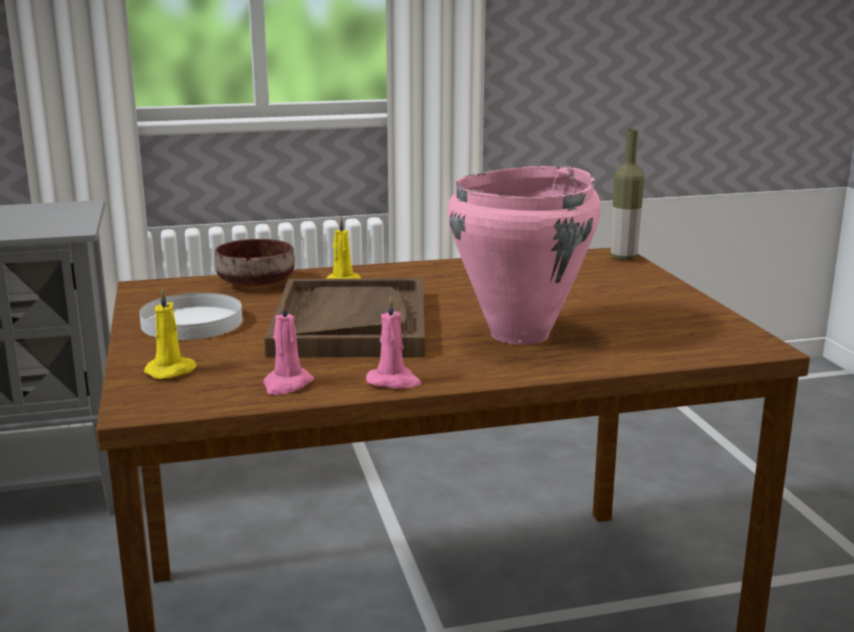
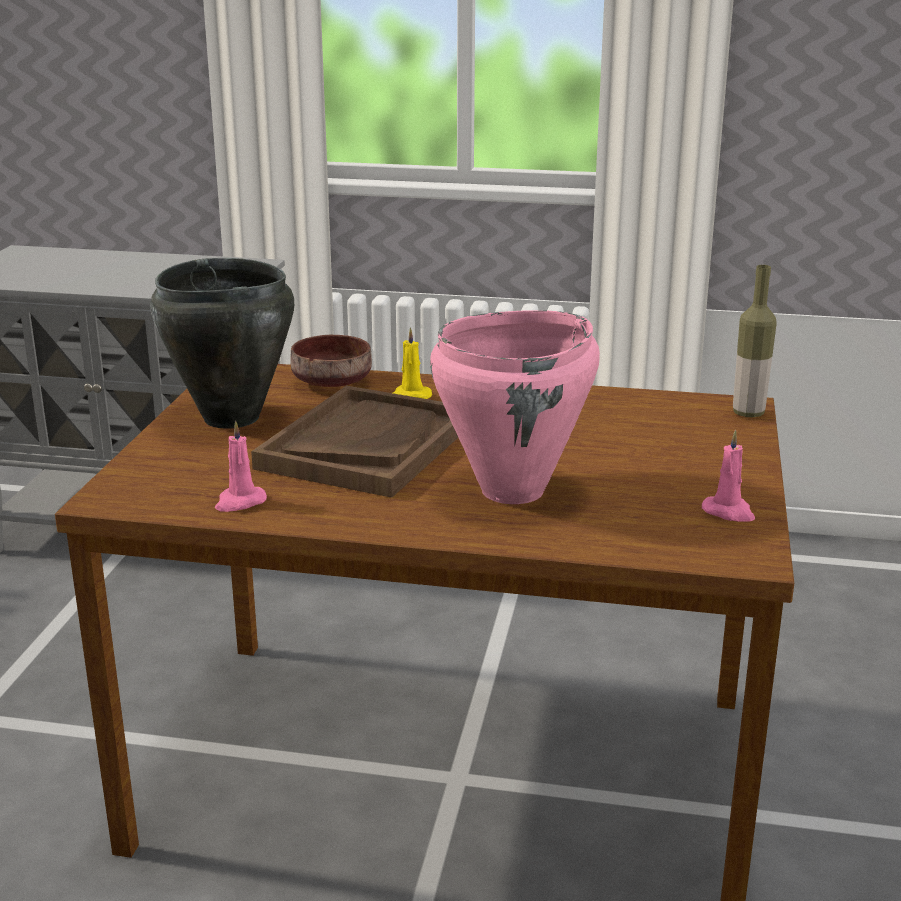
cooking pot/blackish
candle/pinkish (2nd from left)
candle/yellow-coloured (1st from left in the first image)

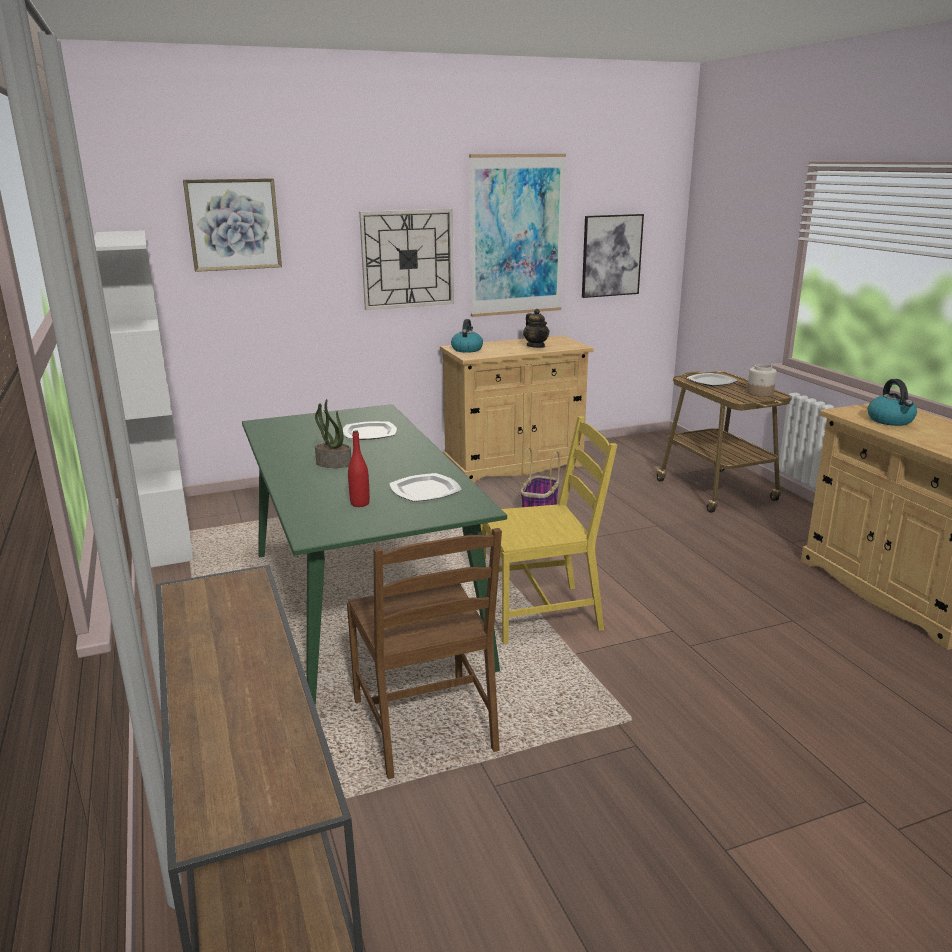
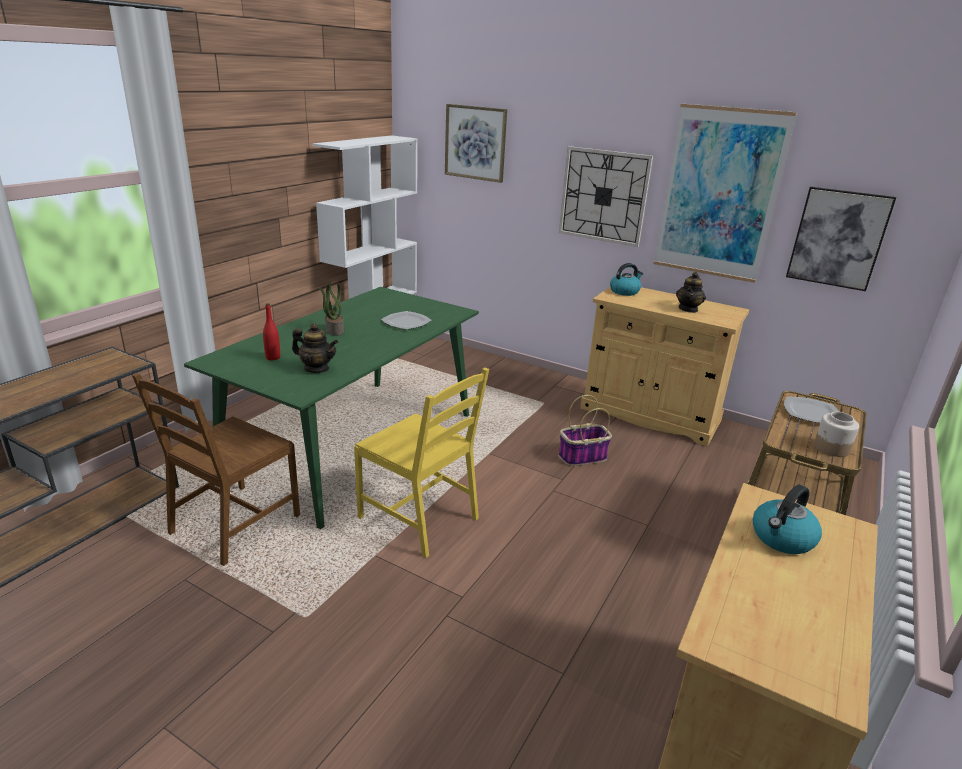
teapot (1st from left)

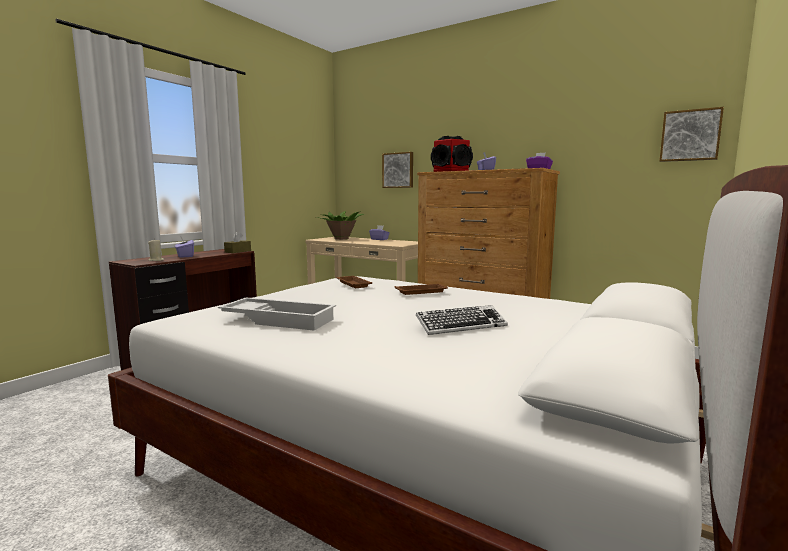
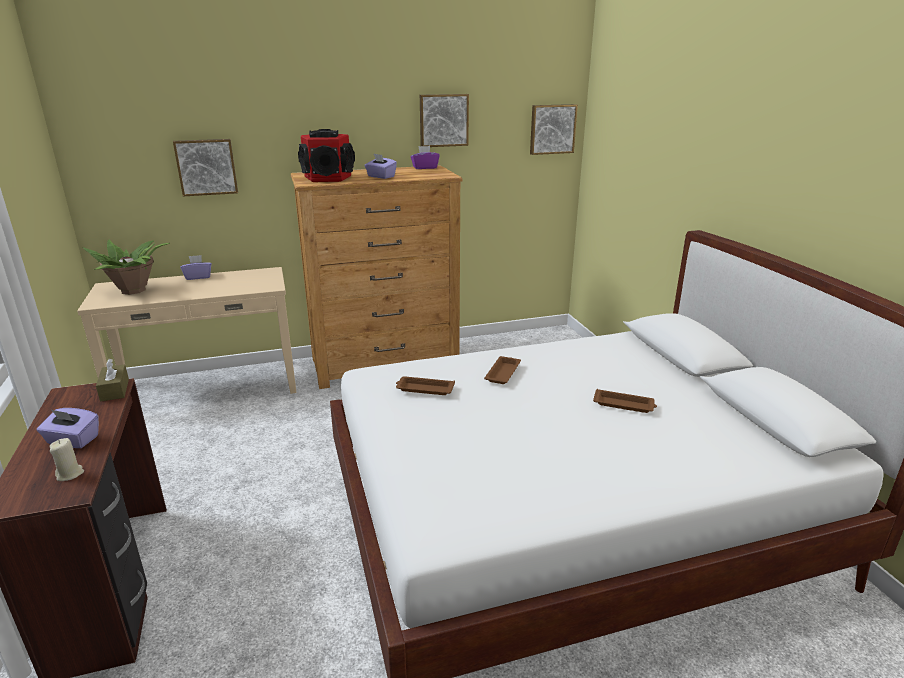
wall art (2nd from left)
serving tray/brownish (3rd from left)
serving tray/white

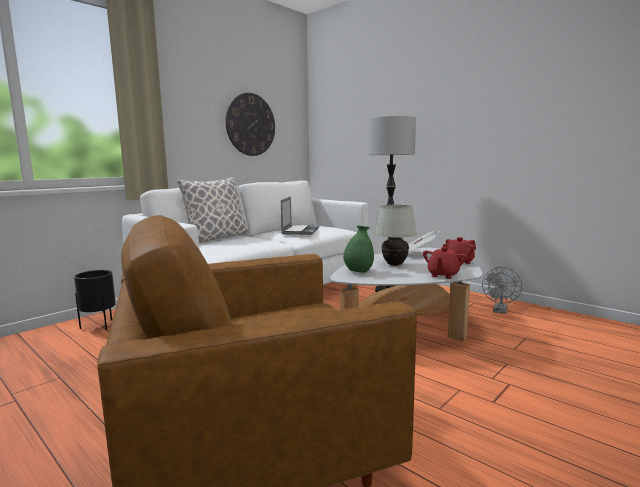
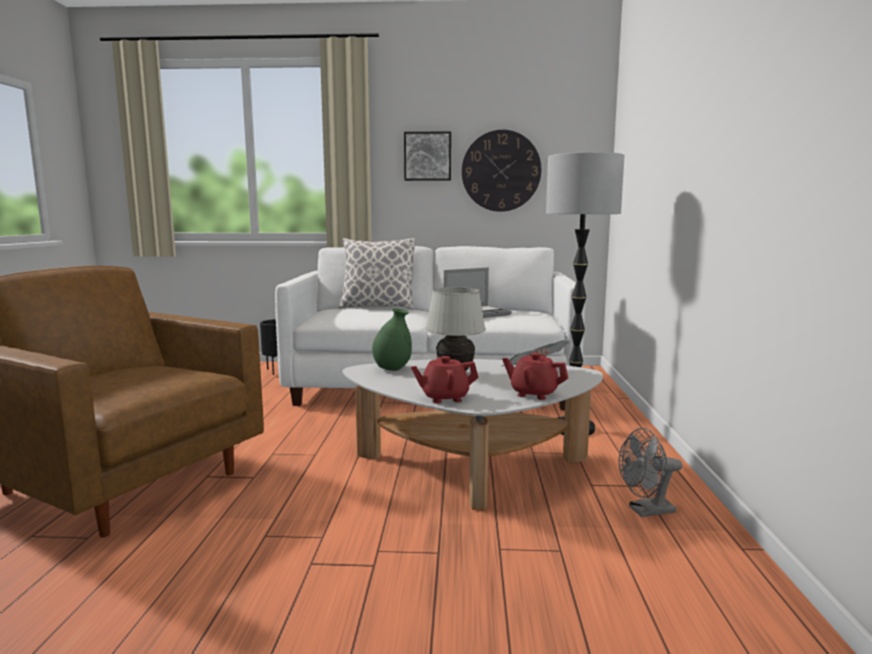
wall art

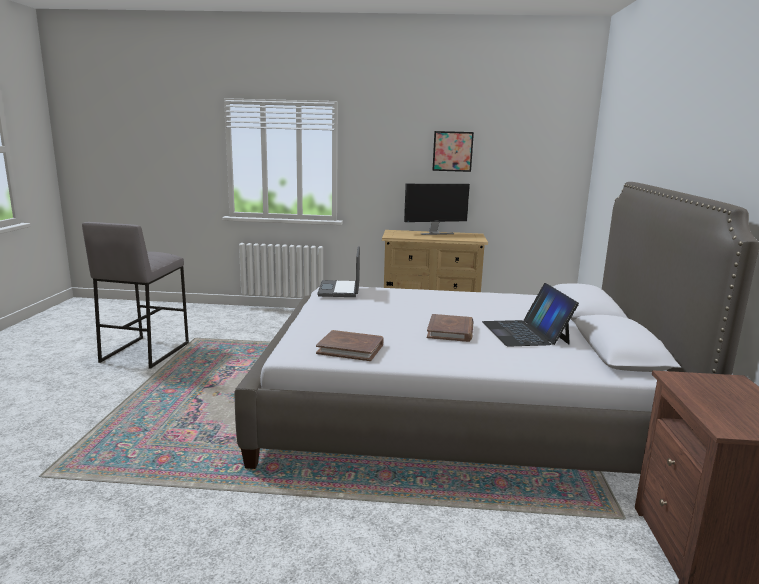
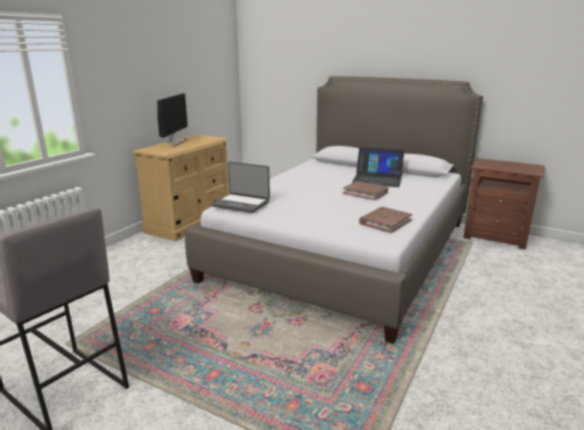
wall art

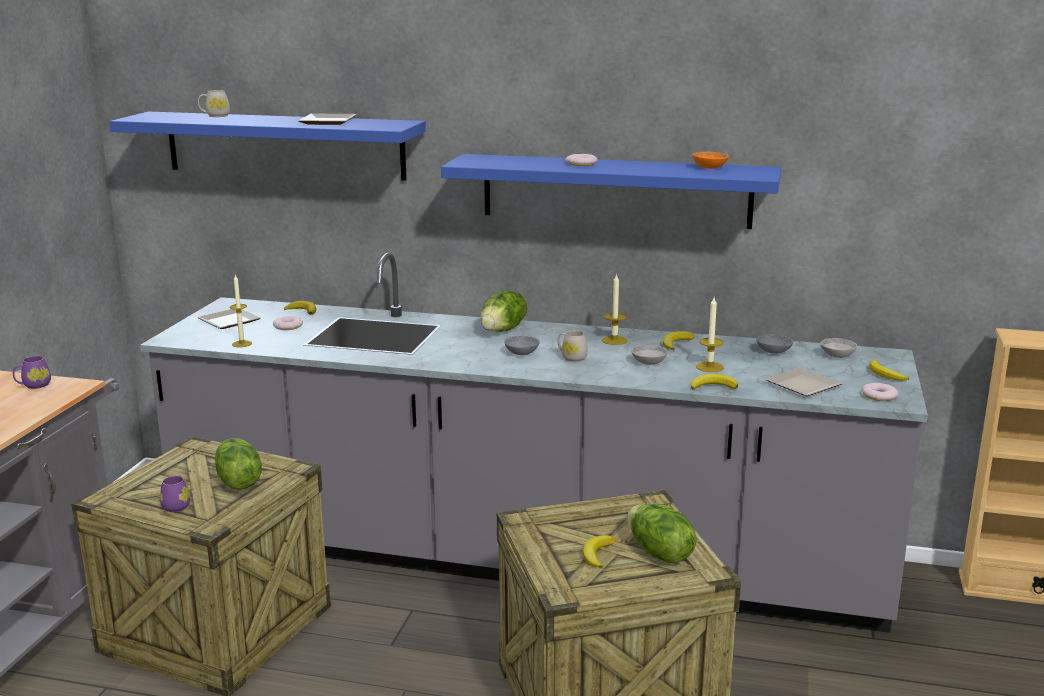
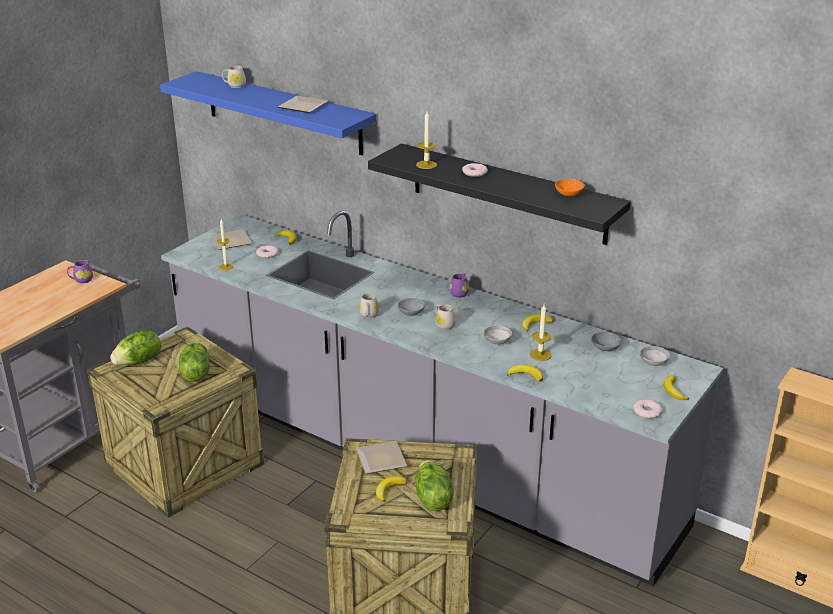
lettuce head (1st from left)
dinner plate (3rd from left)
coffee mug/white (2nd from left)
wall shelf/blackish
candle (2nd from left)
coffee mug/purplish (2nd from left)

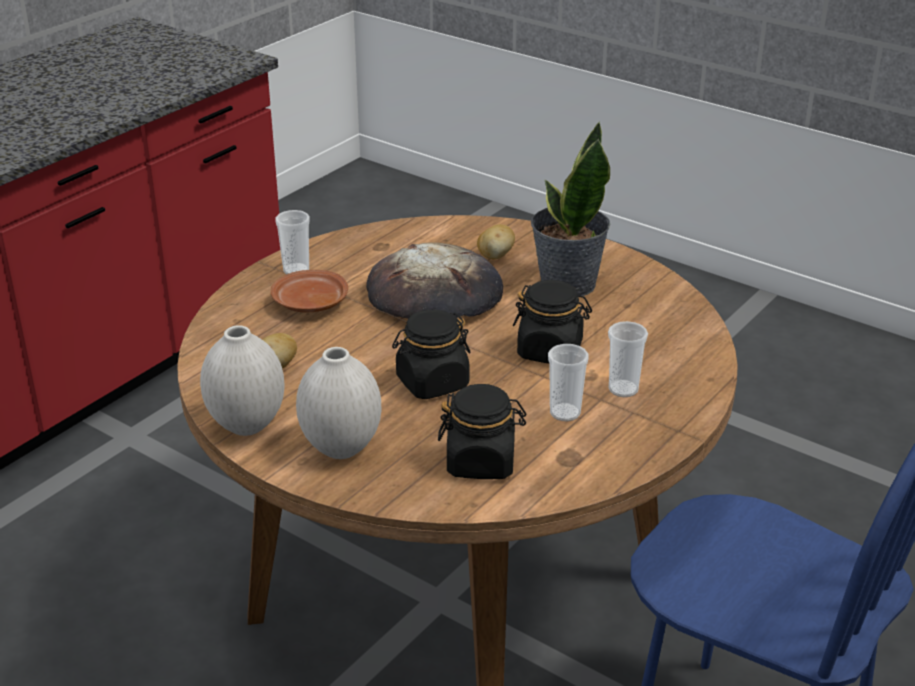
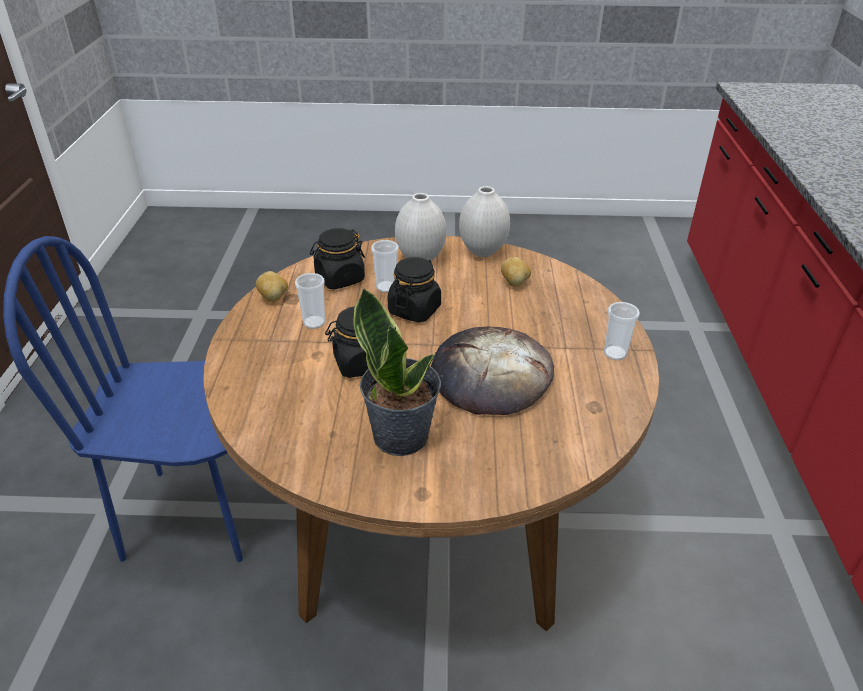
potato (1st from left)
small cup (2nd from left)
dinner plate/brownish

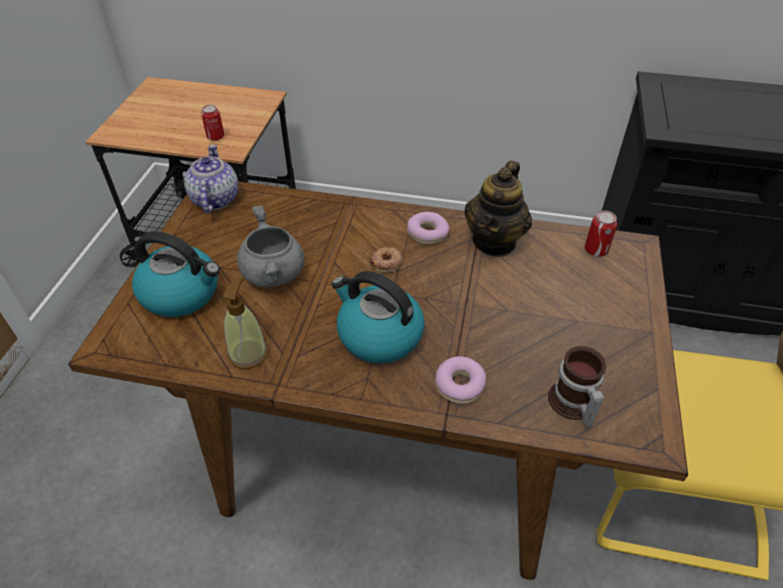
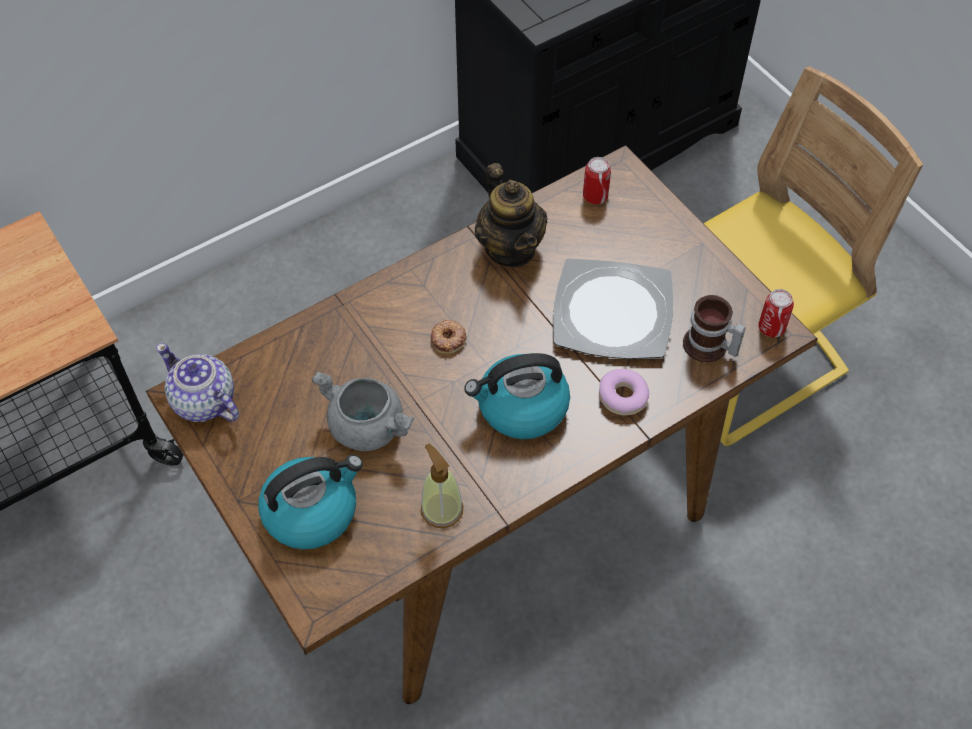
dinner plate
can (2nd from left)
donut (2nd from left in the first image)

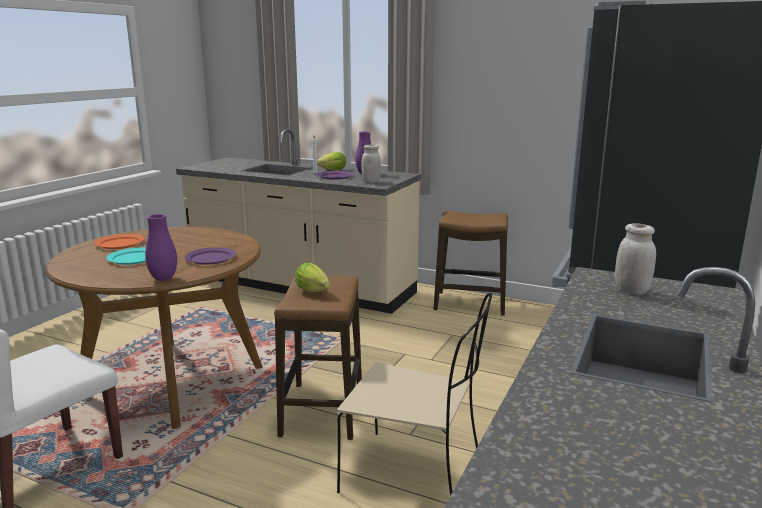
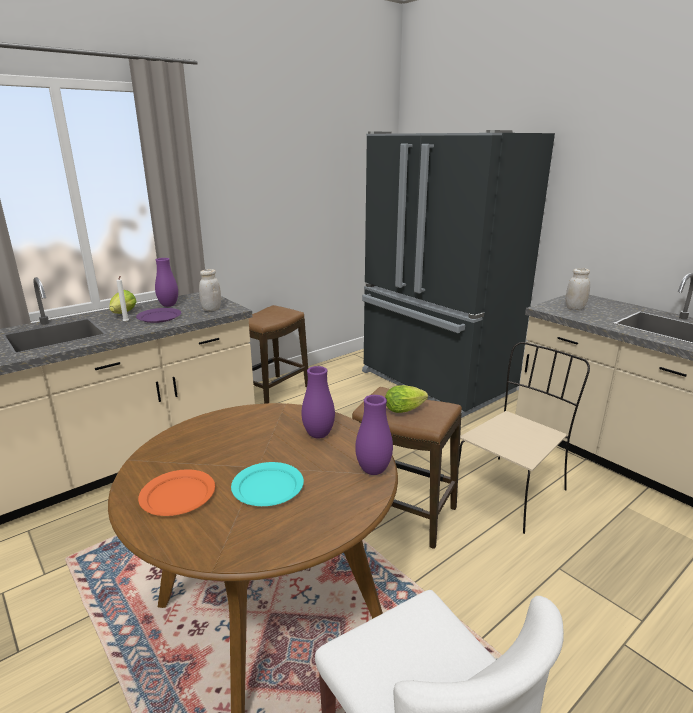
vase/purplish (2nd from left)

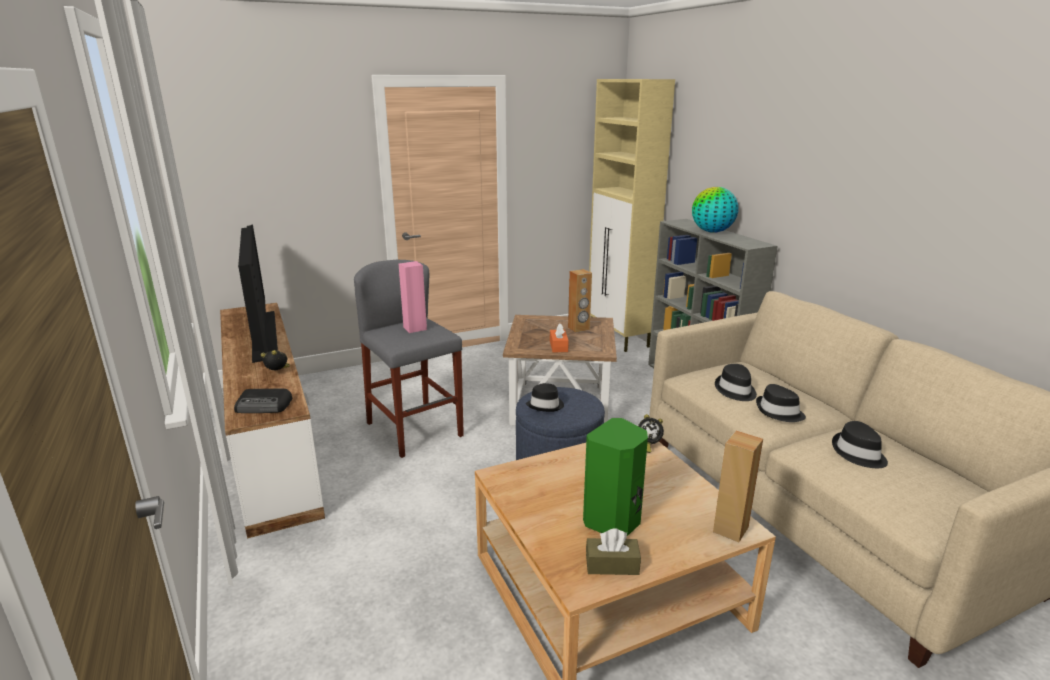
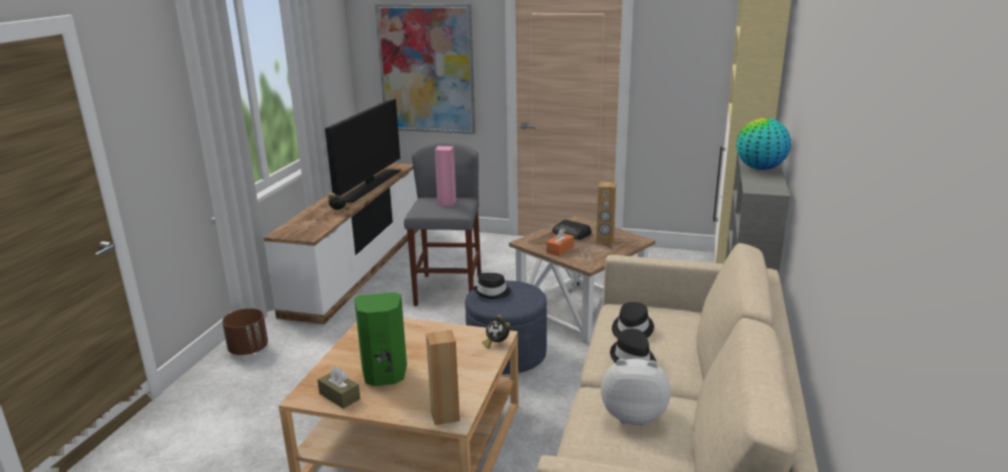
planter/brownish
wall art
radio set
plush toy

